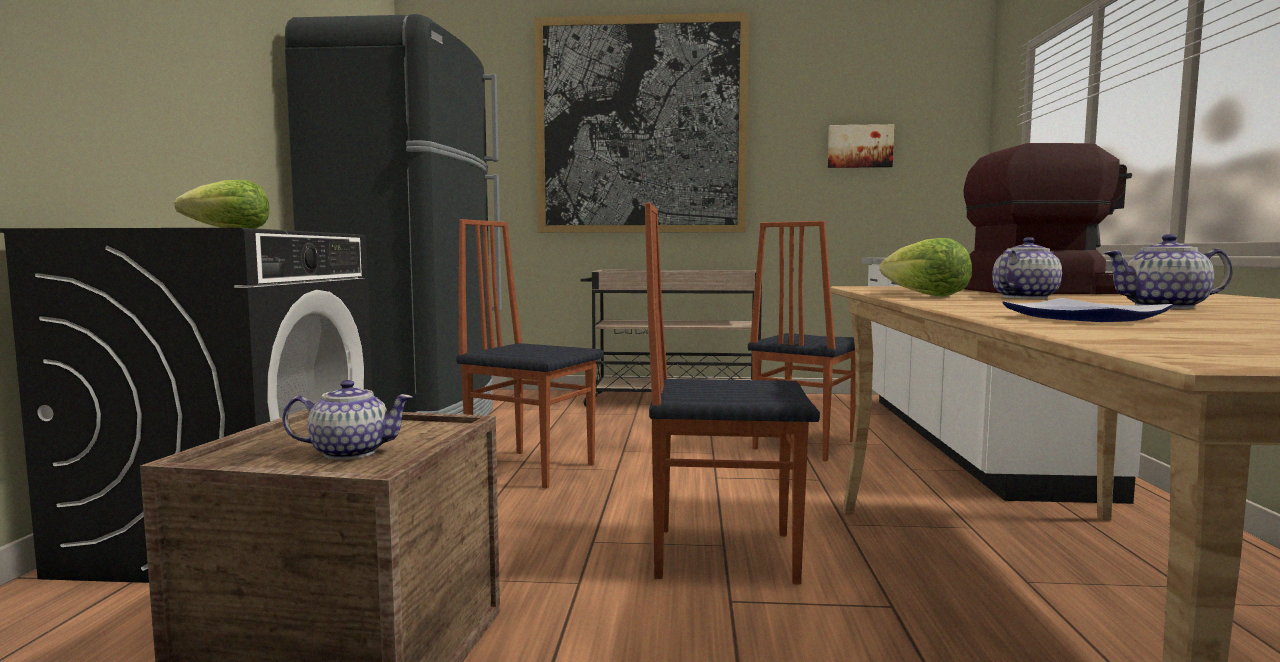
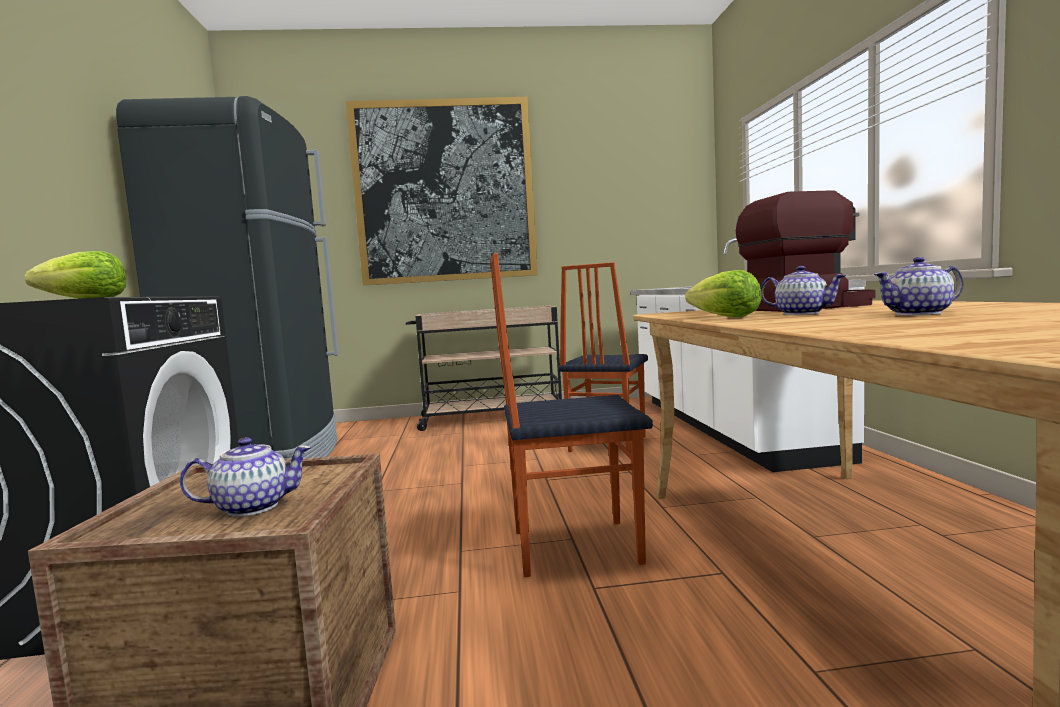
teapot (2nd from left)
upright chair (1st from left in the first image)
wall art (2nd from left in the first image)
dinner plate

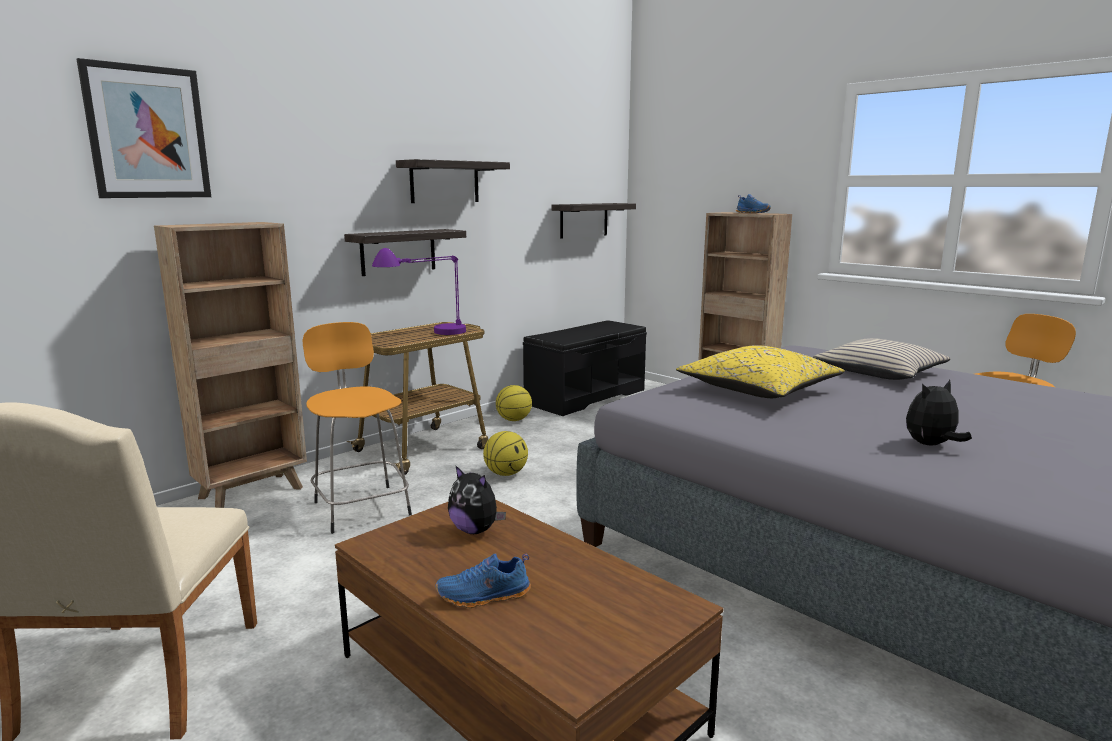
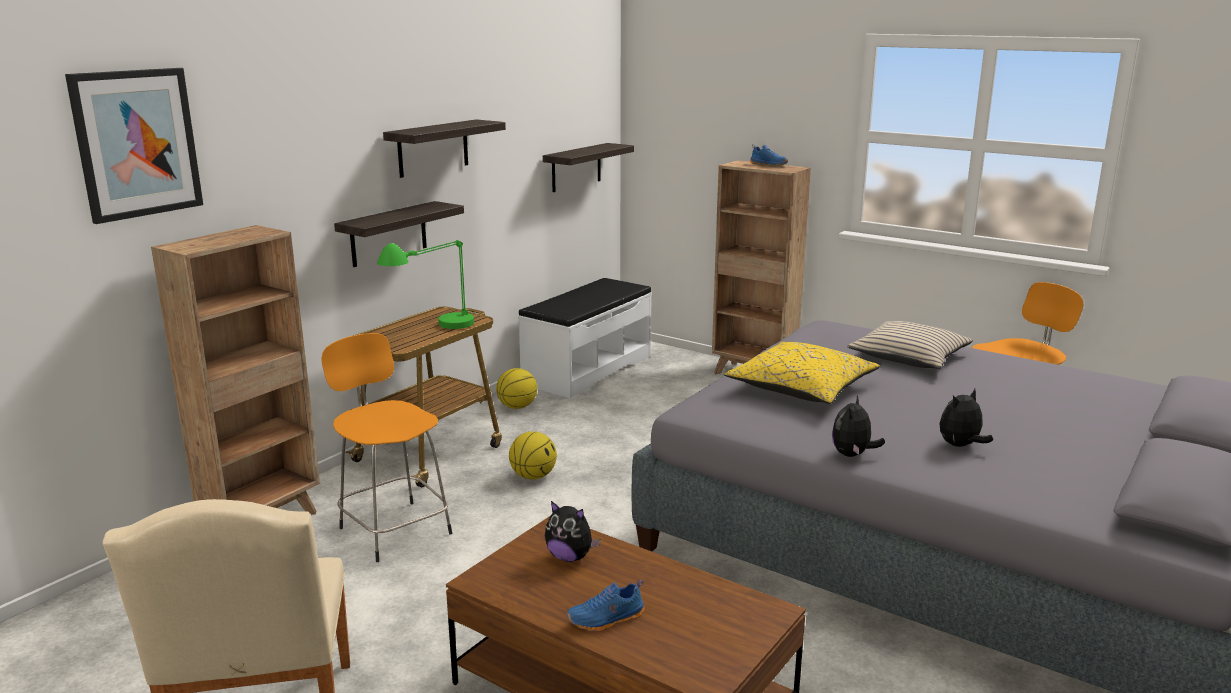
tabletop lamp/green-coloured
indoor bench/white
plush toy (2nd from left)

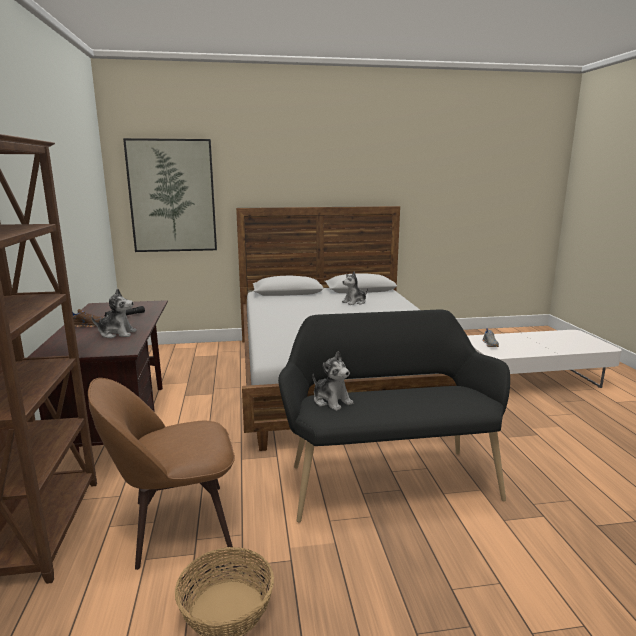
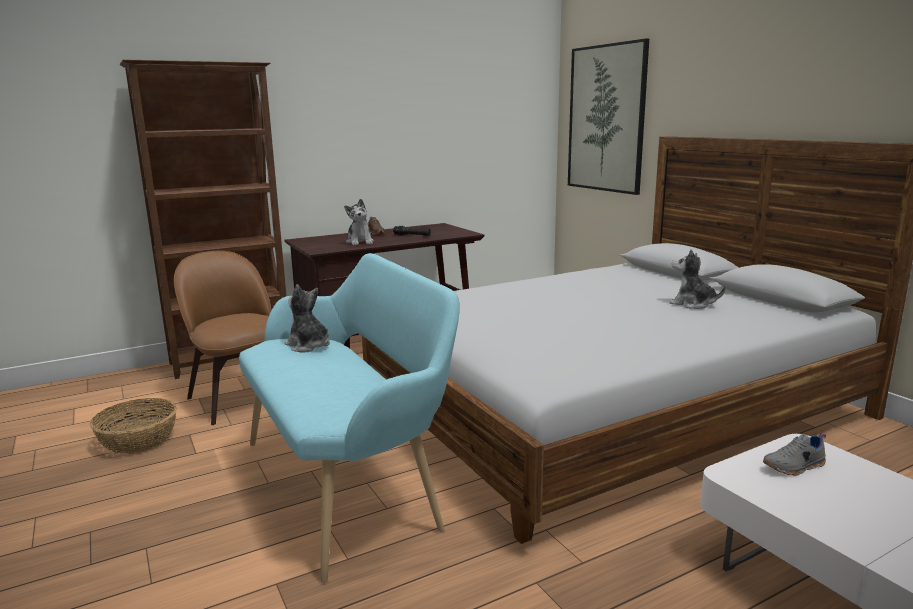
indoor bench/turquoise
plush toy (1st from left)

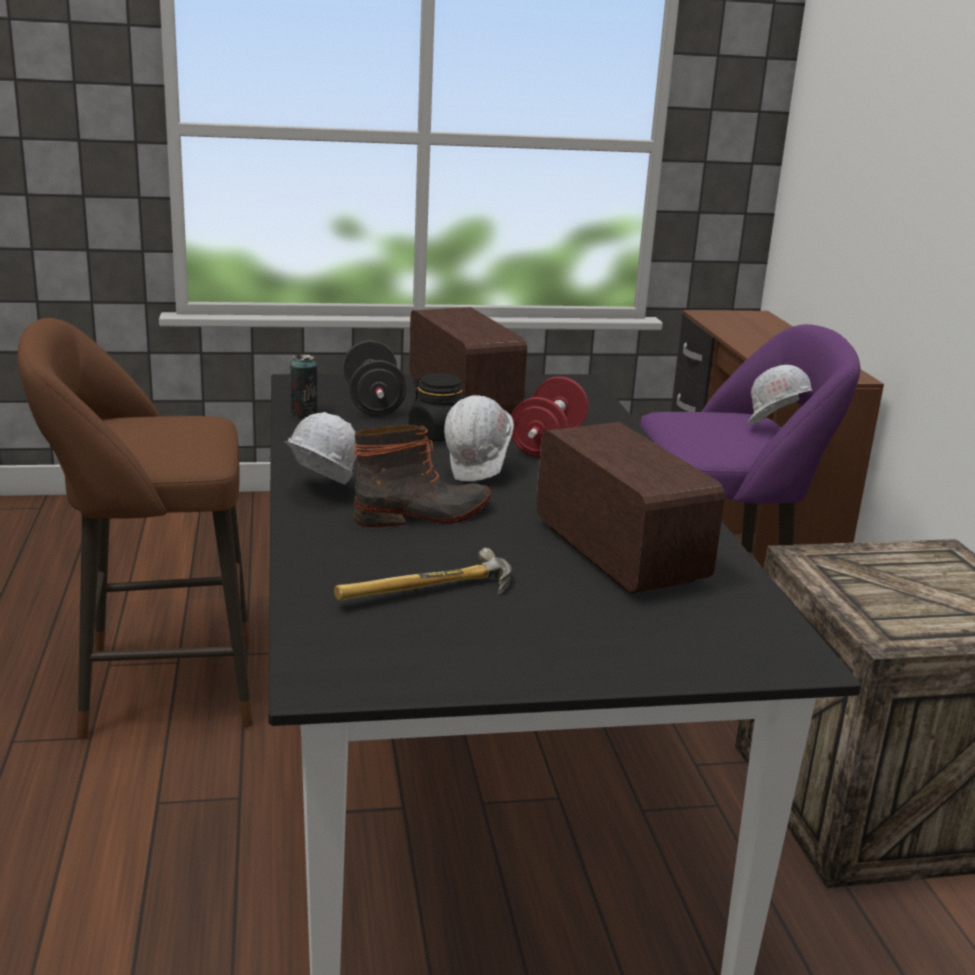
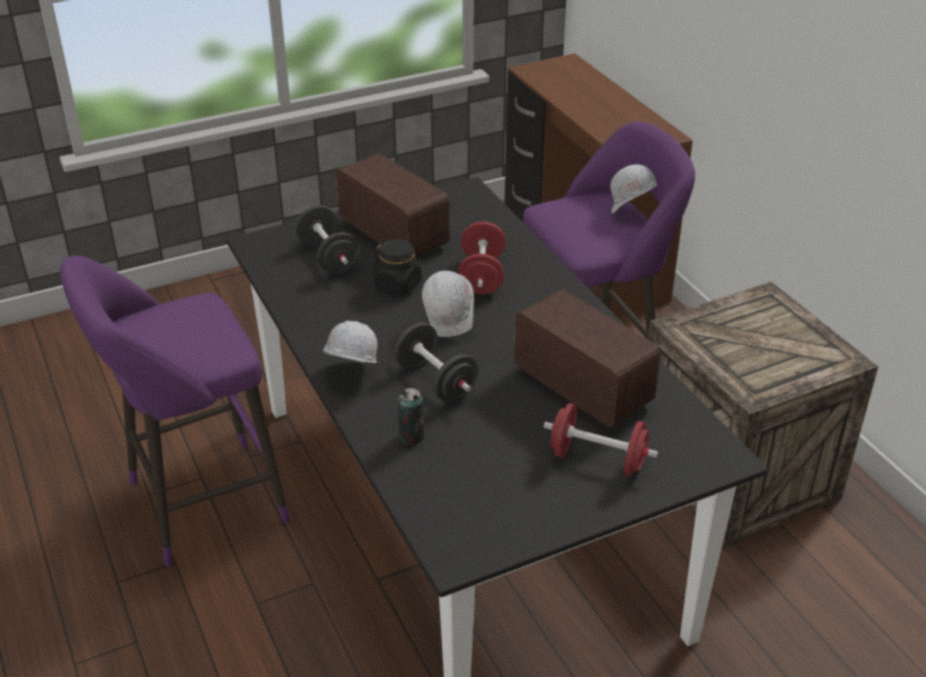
sitting stool/purplish (1st from left)
hand weight/blackish (2nd from left)
can
hand weight/red-coloured (2nd from left)
hand hammer

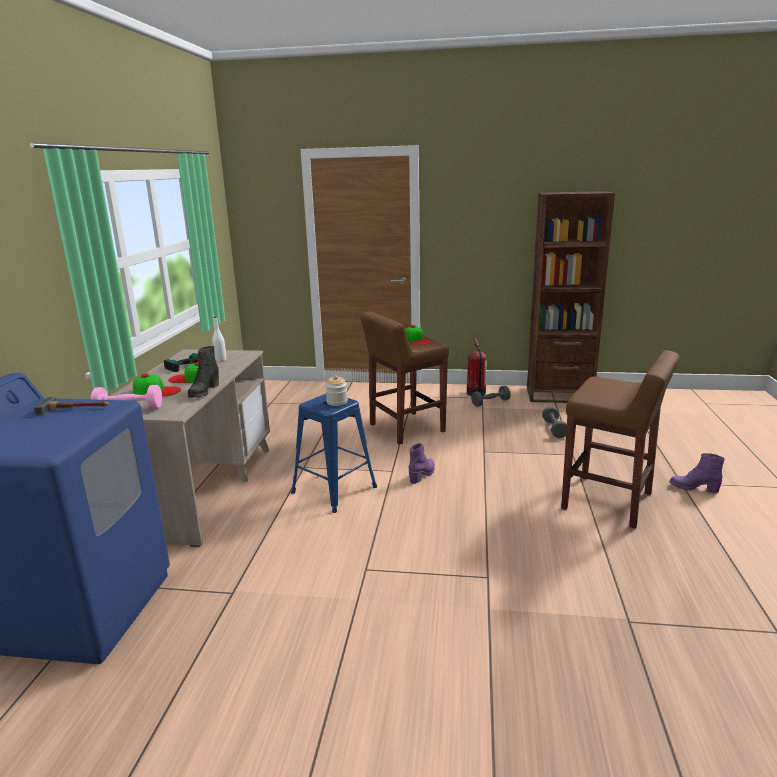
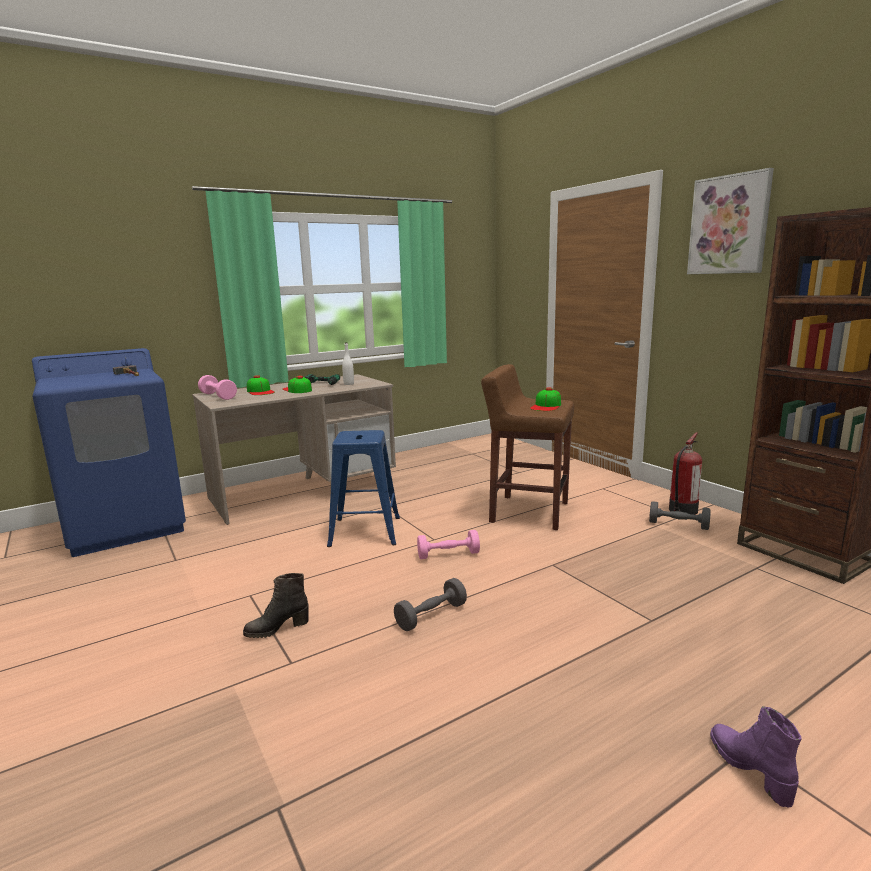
tall boot/blackish
hand weight/greyish (1st from left)
hand weight/pinkish (2nd from left)
wall art
jar
sitting stool/brownish (2nd from left in the first image)

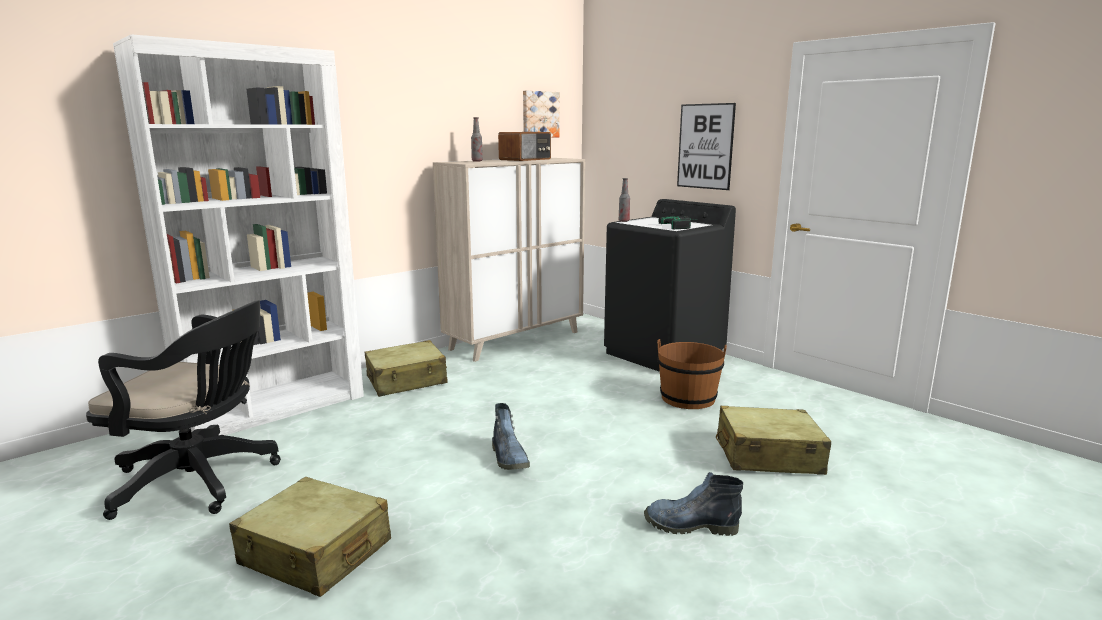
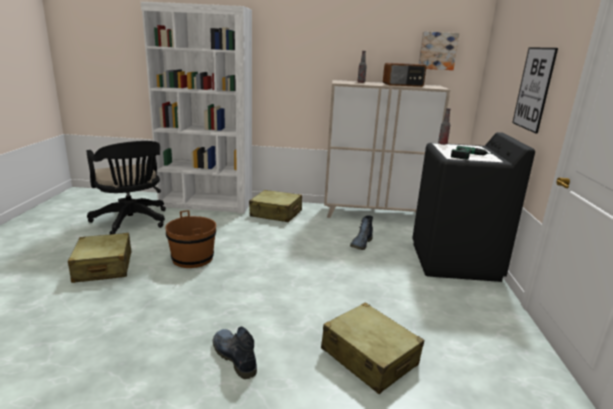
bucket/brownish
tall boot (2nd from left)

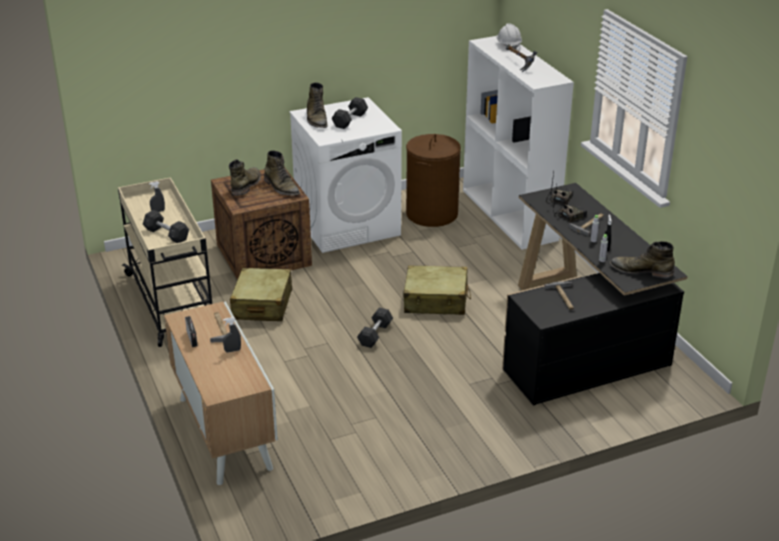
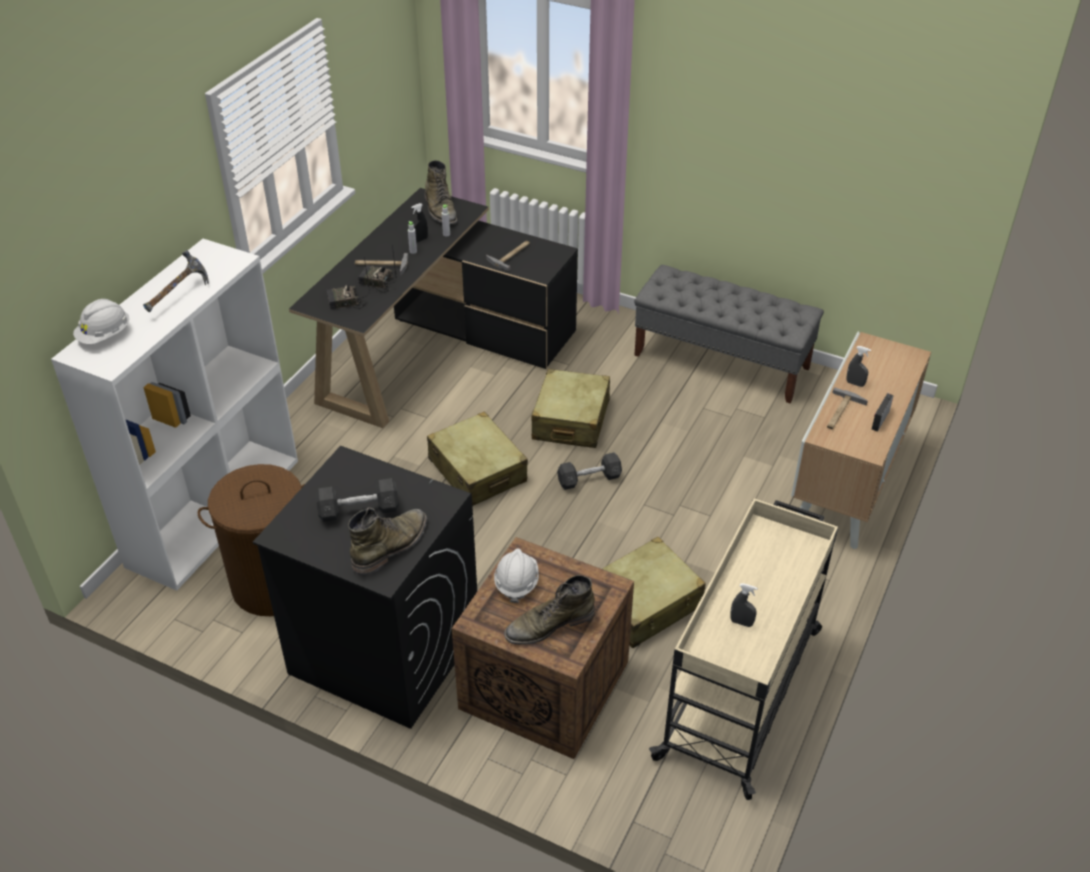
laundry machine/blackish
work helmet/white (2nd from left)
travel case/beige-coloured (2nd from left)
indoor bench/greyish
hand weight/greyish (1st from left in the first image)

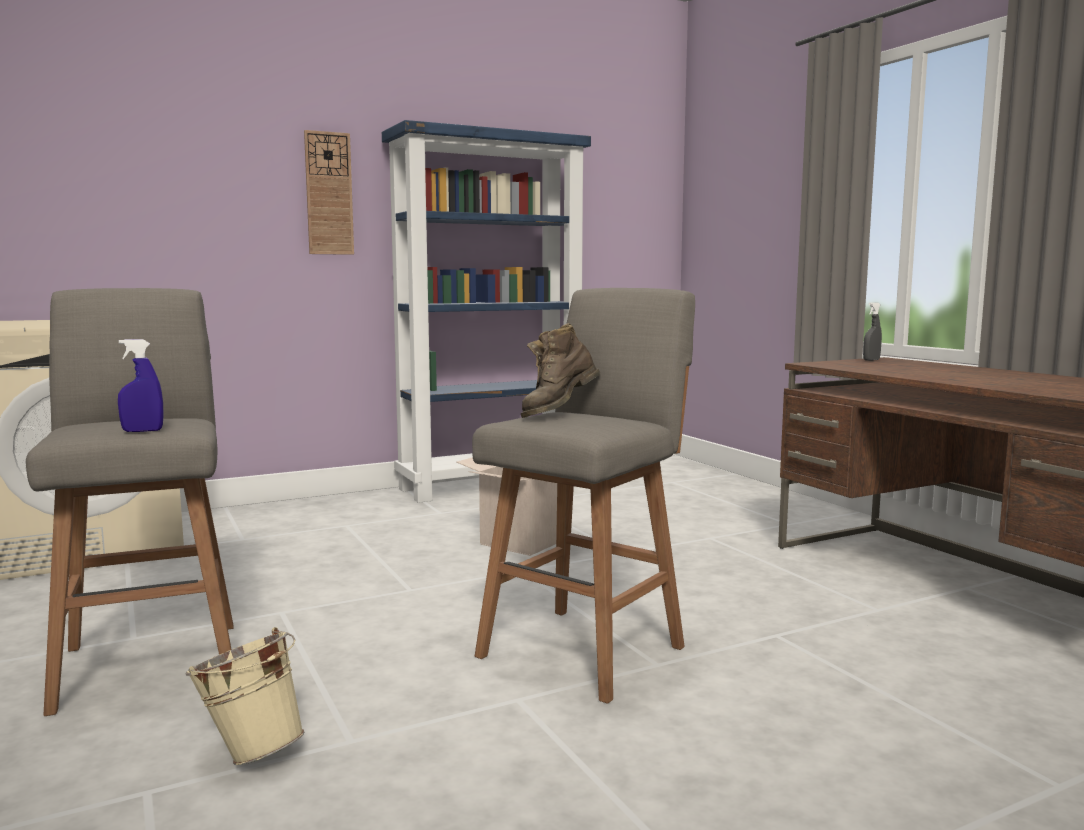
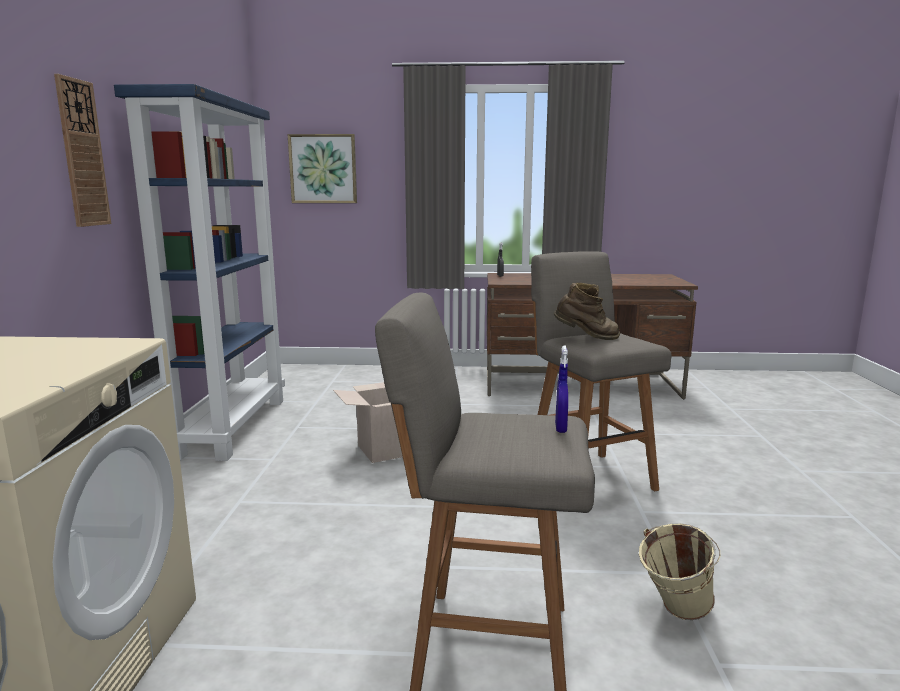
wall art
tall boot/brownish

